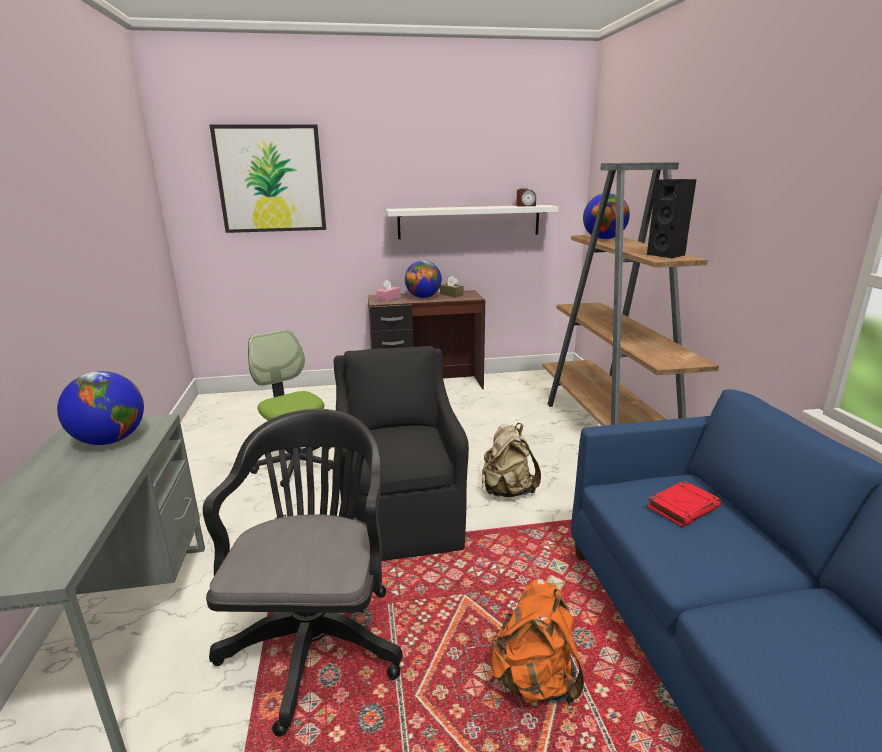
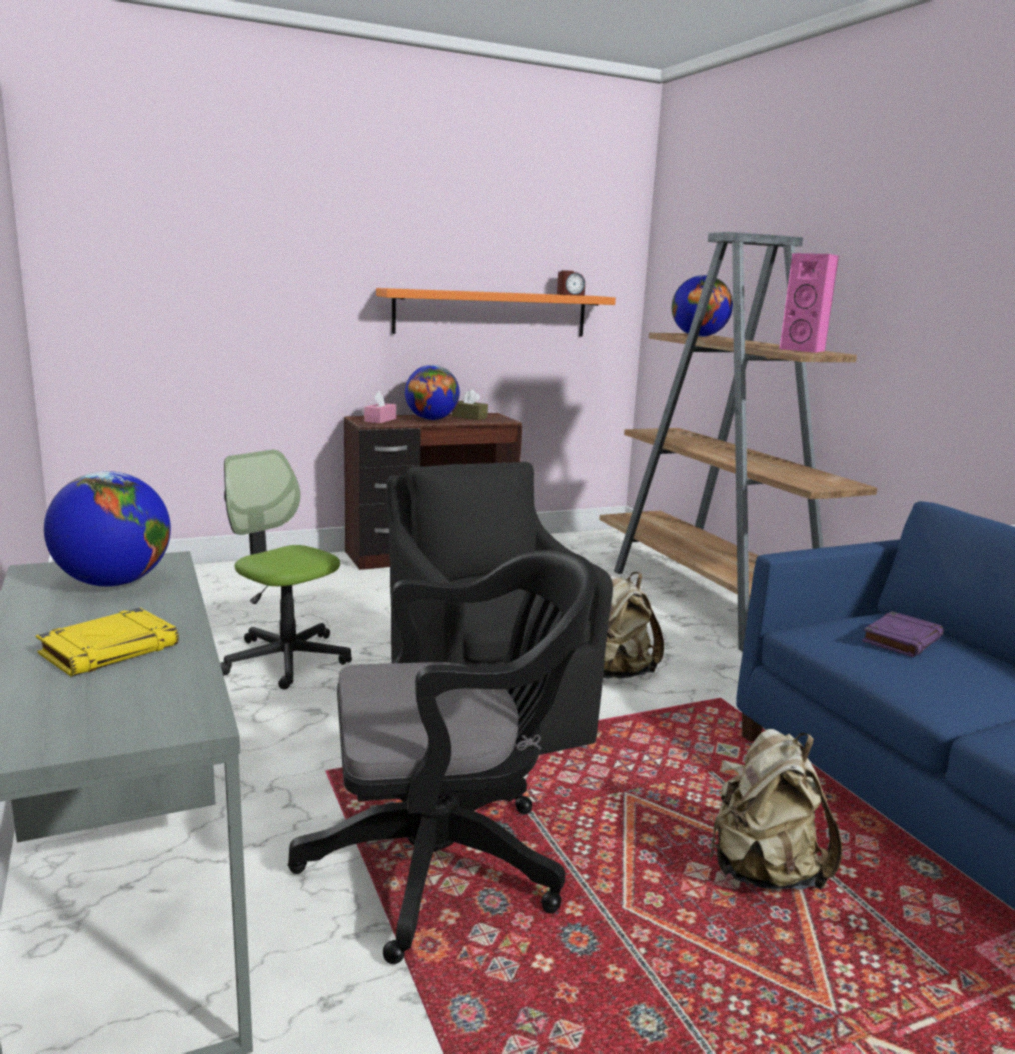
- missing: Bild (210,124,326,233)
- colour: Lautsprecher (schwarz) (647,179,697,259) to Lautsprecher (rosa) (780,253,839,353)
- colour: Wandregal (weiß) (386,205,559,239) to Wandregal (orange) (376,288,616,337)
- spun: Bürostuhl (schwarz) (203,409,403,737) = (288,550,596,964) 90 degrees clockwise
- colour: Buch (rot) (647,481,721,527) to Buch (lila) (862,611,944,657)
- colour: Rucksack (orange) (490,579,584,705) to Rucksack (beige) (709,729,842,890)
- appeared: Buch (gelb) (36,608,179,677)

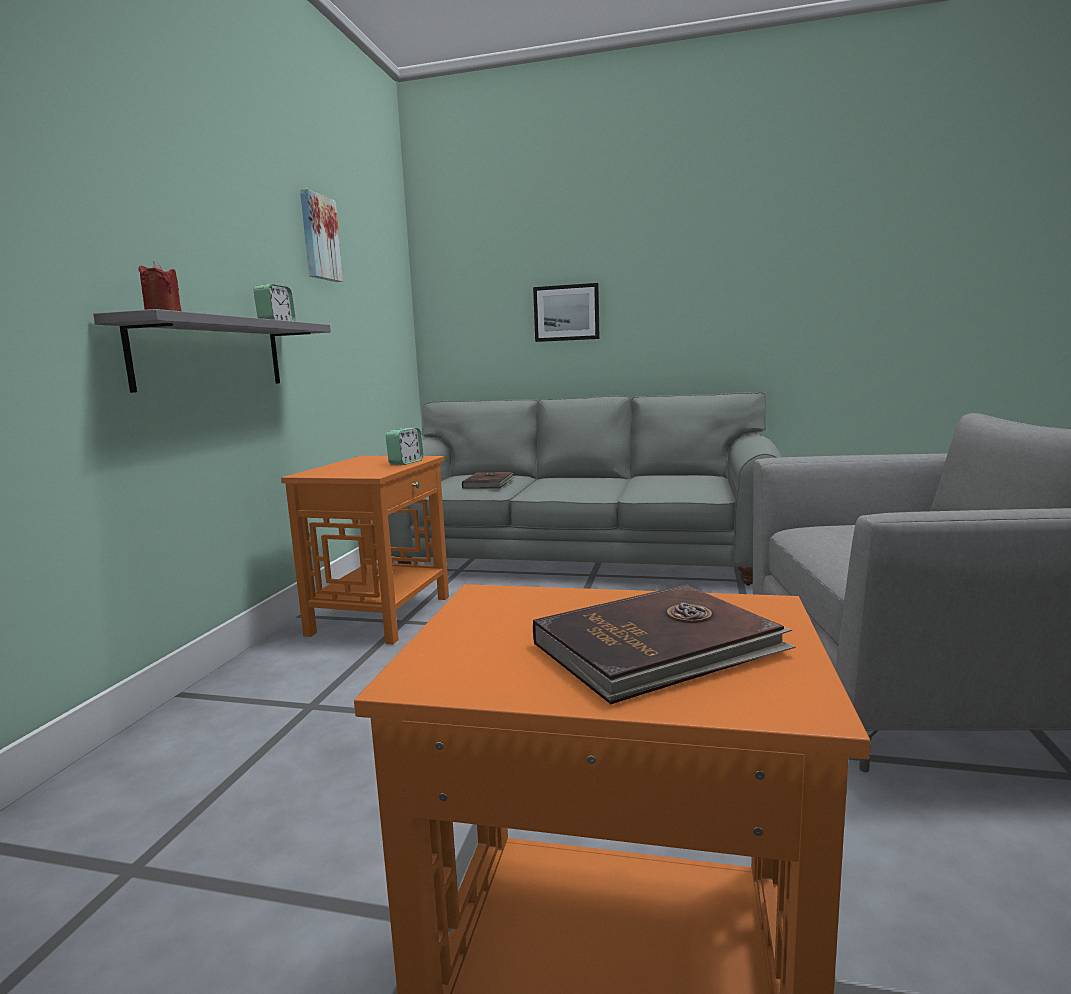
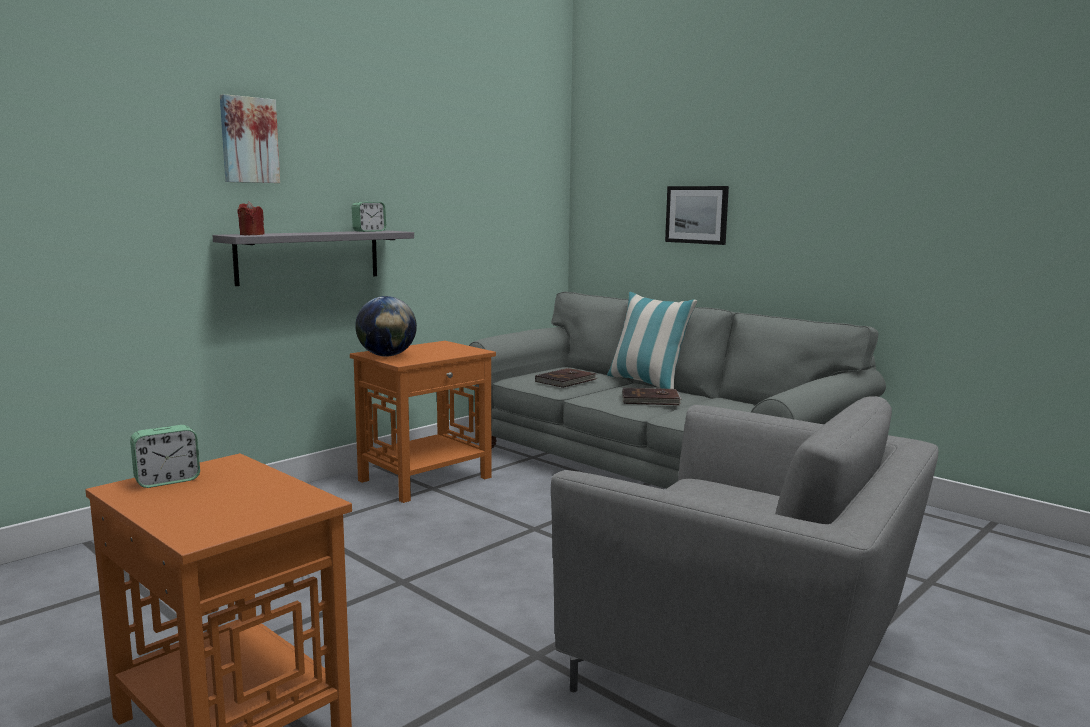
- relocated: Bild (300,189,343,282) to (220,94,280,183)
- relocated: Wecker (386,428,423,465) to (130,425,200,488)
- relocated: Buch (braun) (533,585,796,704) to (622,388,682,405)
- appeared: Kissen (607,292,697,389)
- appeared: Globus (355,296,417,357)

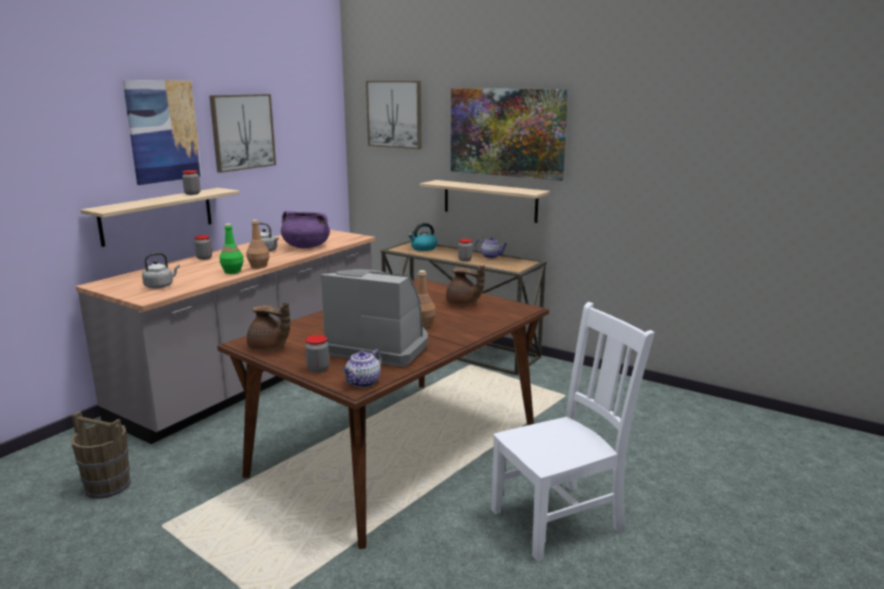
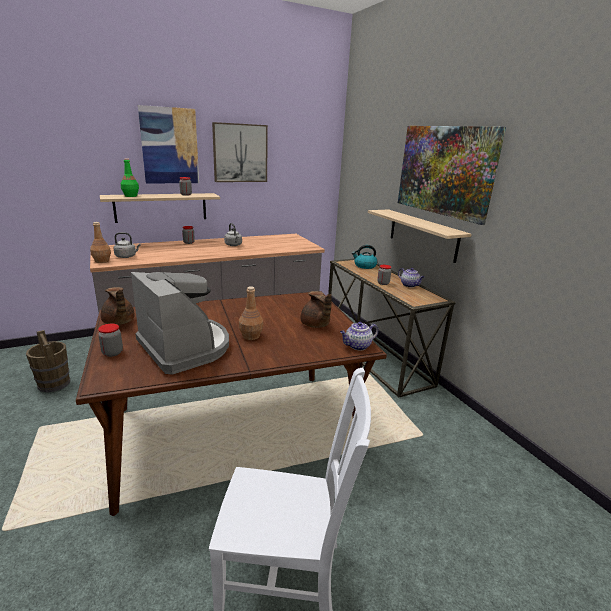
- missing: Bild (366,81,421,149)
- missing: Kochtopf (lila) (281,211,330,248)
- relocated: Flasche (braun) (246,220,270,269) to (90,222,111,263)
- relocated: Flasche (grün) (220,224,244,274) to (121,158,139,197)
- relocated: Teekanne (342,349,382,388) to (340,322,378,351)

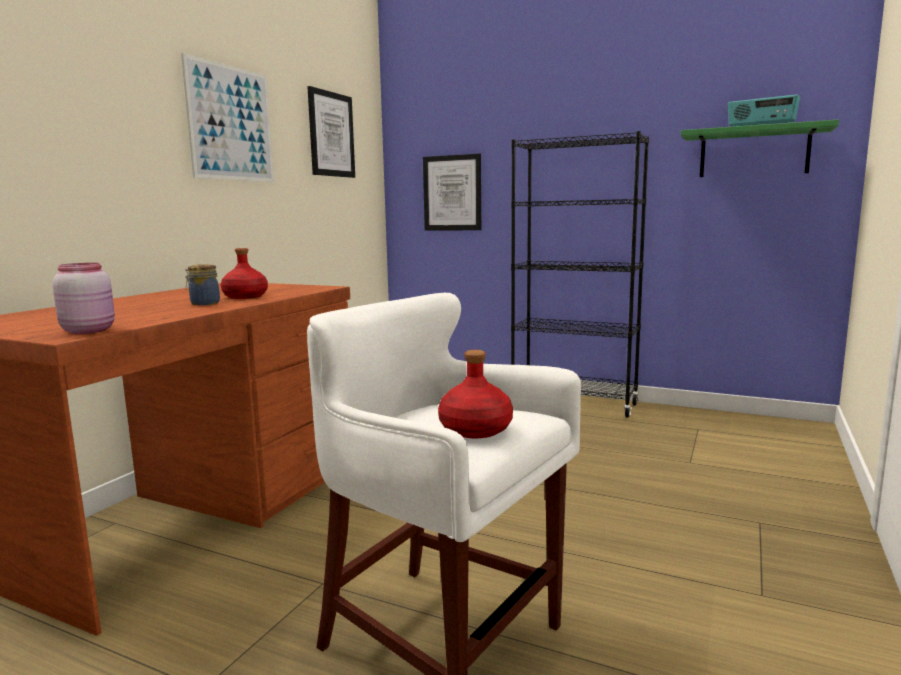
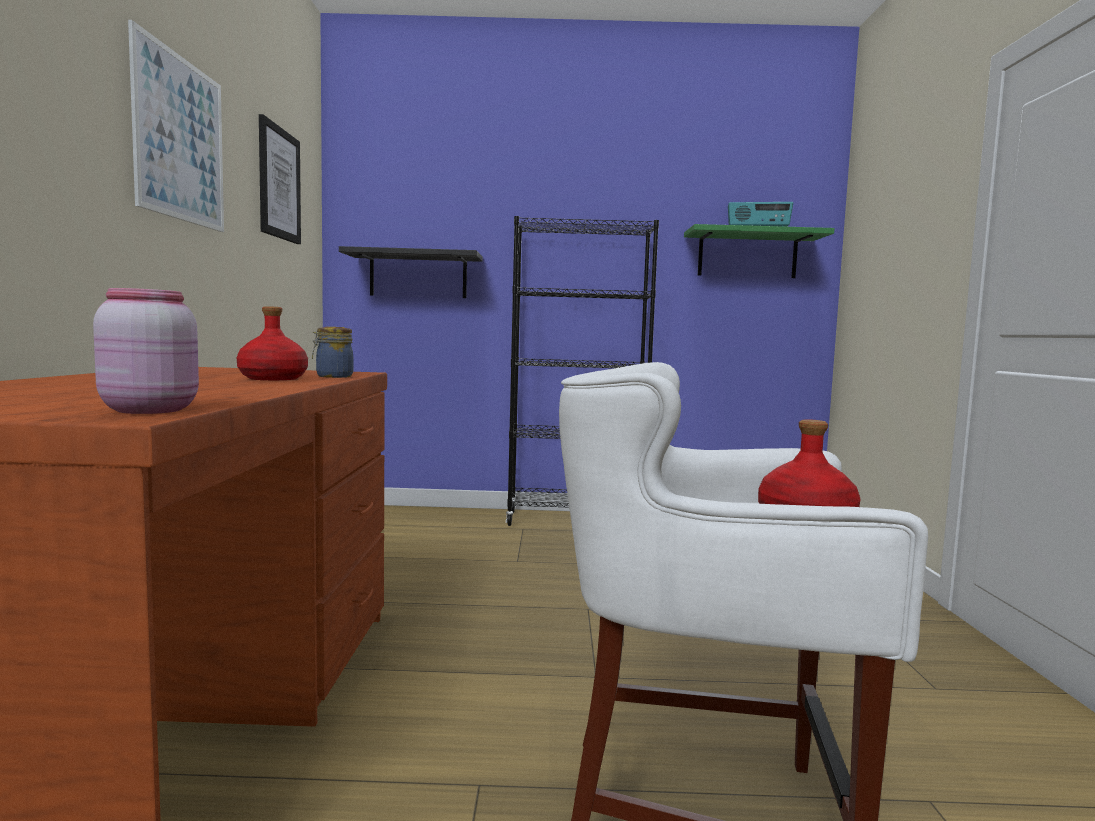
- exchanged: Bild (423,154,481,231) to Wandregal (schwarz) (339,246,483,298)
- relocated: Vorratsglas (185,264,220,305) to (312,327,354,378)

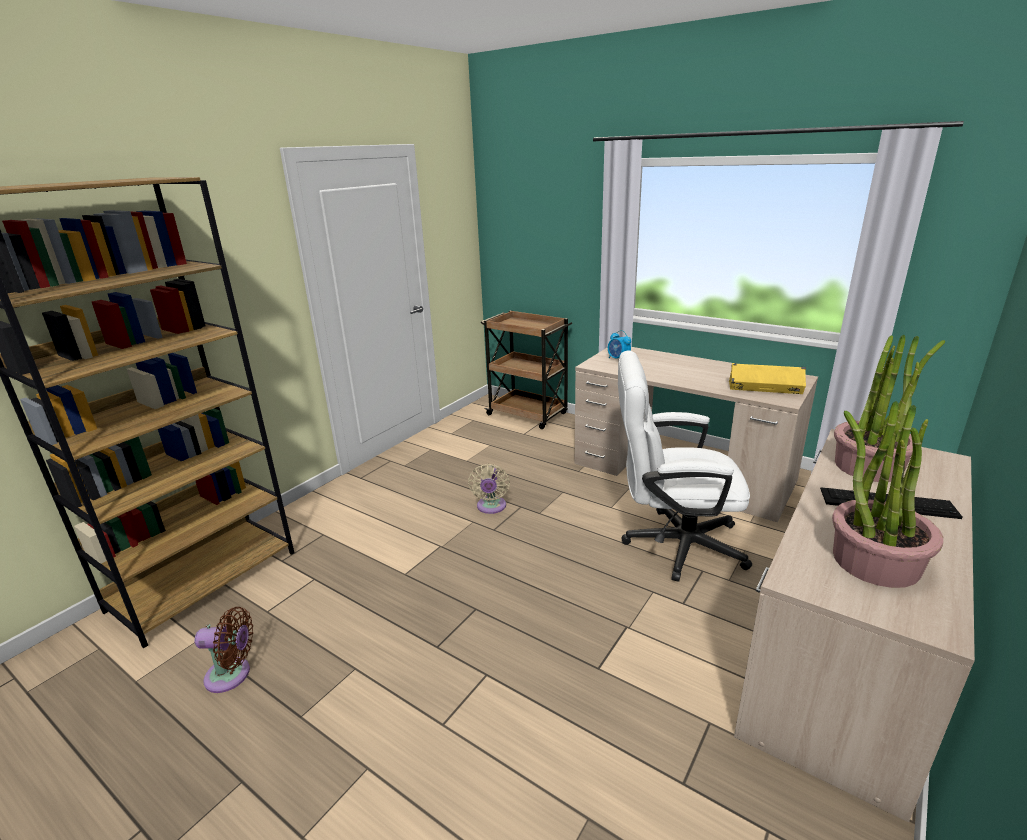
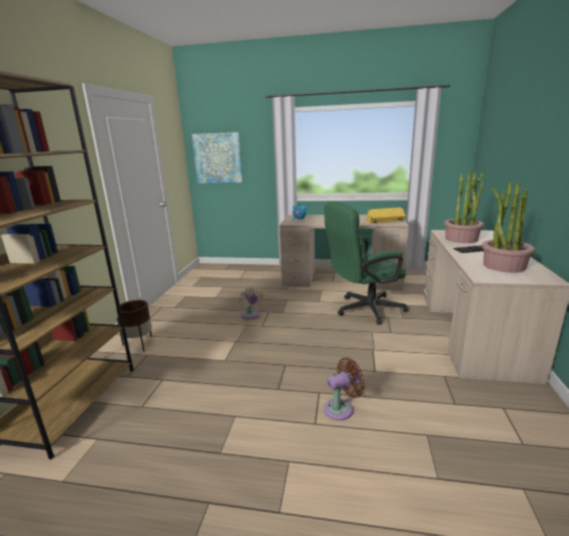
- missing: Rollwagen (braun) (481,310,572,429)
- colour: Bürostuhl (weiß) (618,350,752,582) to Bürostuhl (grün) (324,201,409,325)
- relocated: Ventilator (braun) (195,607,253,693) to (324,358,365,420)
- appeared: Bild (192,132,243,183)
- appeared: Pflanzkübel (braun) (116,300,152,351)

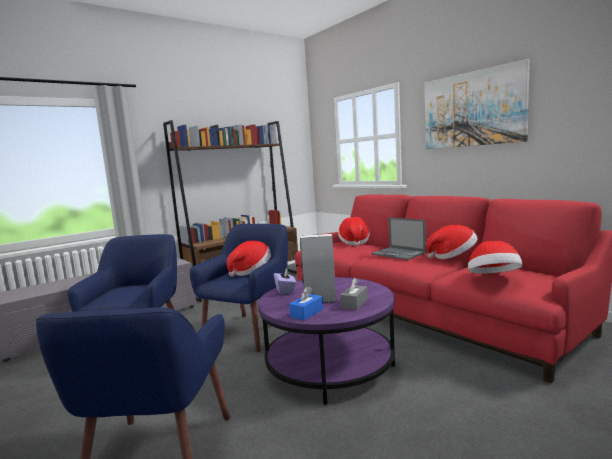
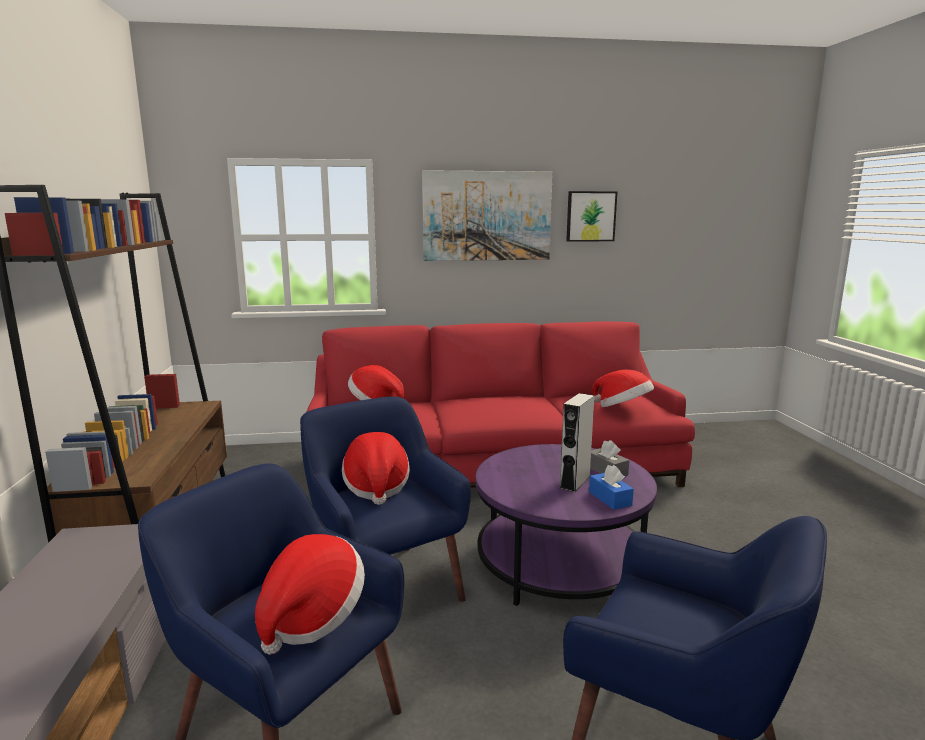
- missing: Laptop (371,217,426,260)
- relocated: Hut (426,225,477,259) to (255,534,365,655)
- missing: Taschentuchbox (lila) (274,268,296,295)
- appeared: Bild (566,191,617,242)

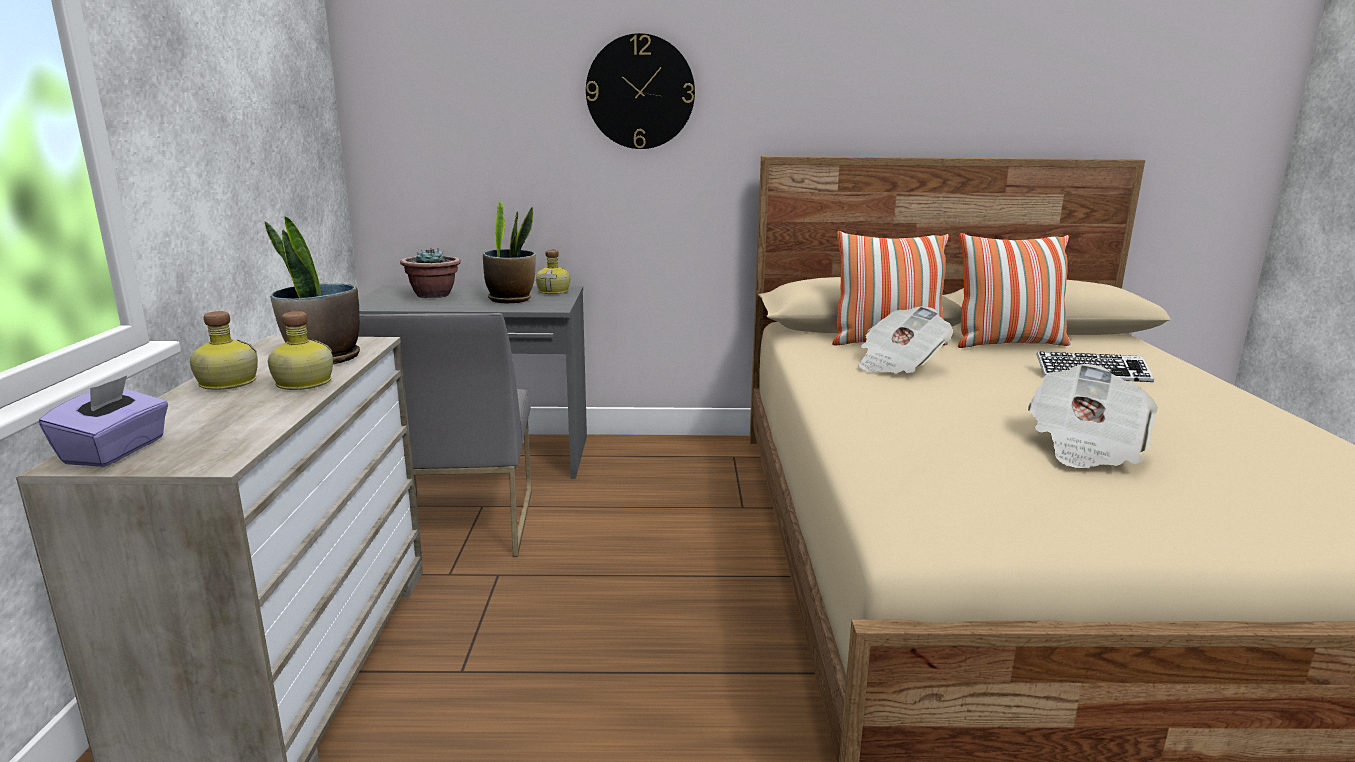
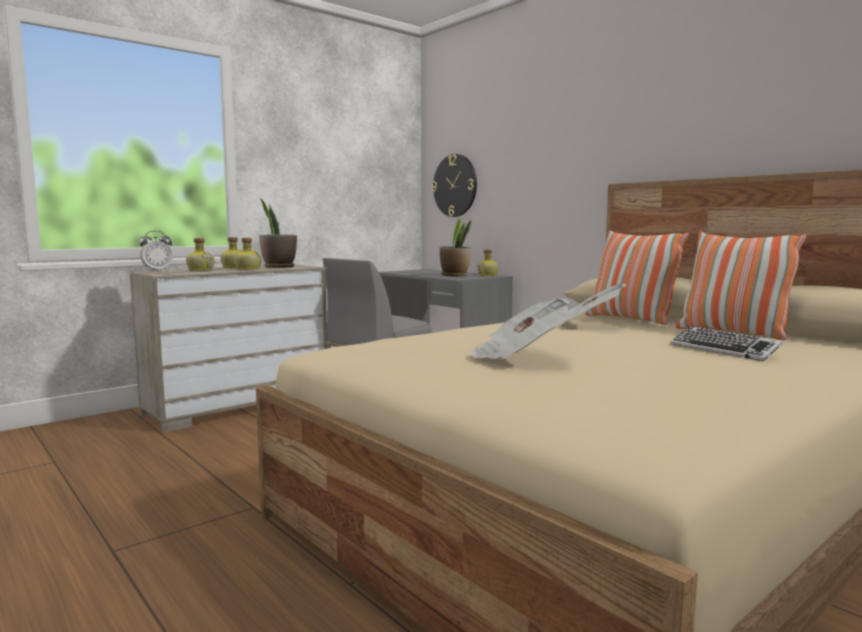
- relocated: Wanduhr (586,33,695,149) to (432,154,477,217)
- missing: Topfpflanze (400,247,461,298)
- exchanged: Taschentuchbox (lila) (39,376,168,467) to Wecker (139,231,173,272)
- appeared: Flasche (186,238,214,271)

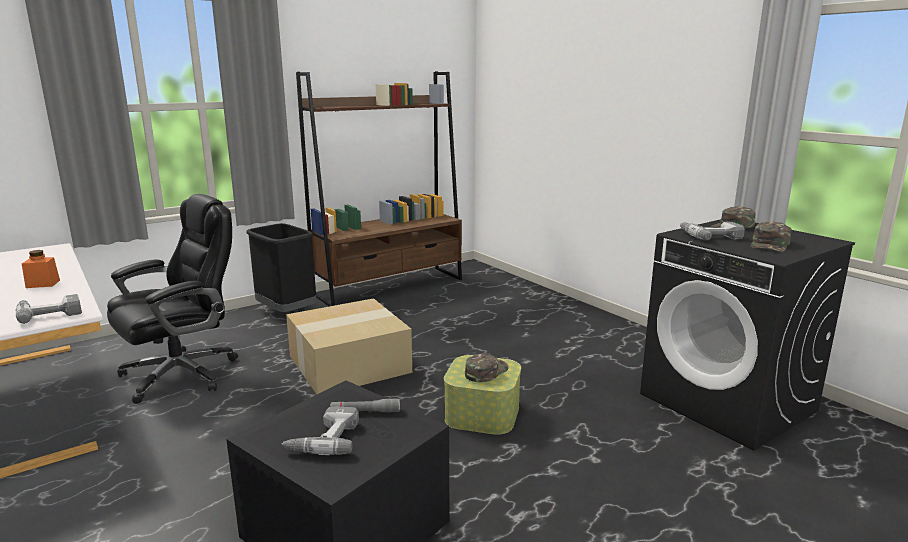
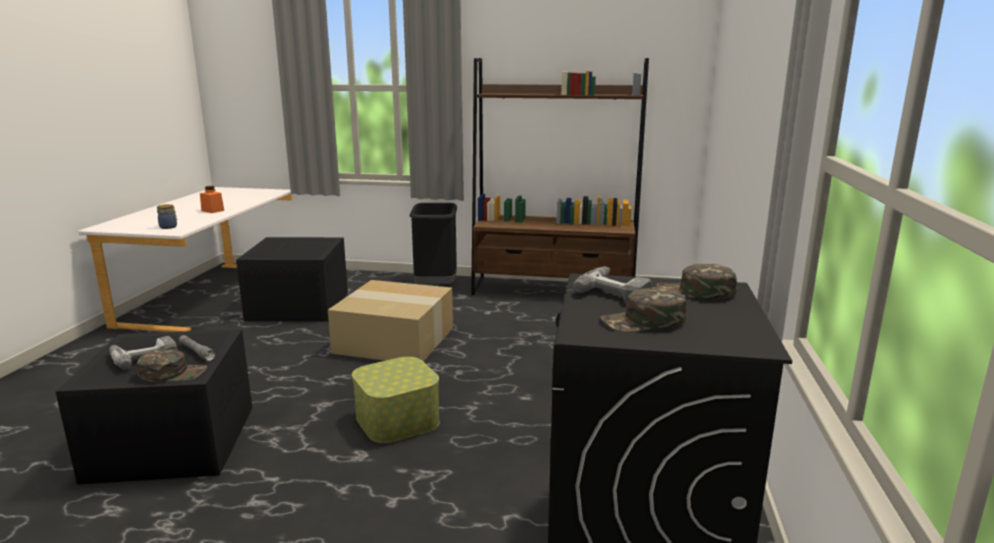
- exchanged: Bürostuhl (schwarz) (107,194,238,404) to Aufbewahrungsbox (schwarz) (236,237,348,322)
- exchanged: Bohrmaschine (15,294,82,324) to Vorratsglas (157,204,177,229)
- relocated: Kappe (grün) (465,353,509,382) to (137,349,207,382)

